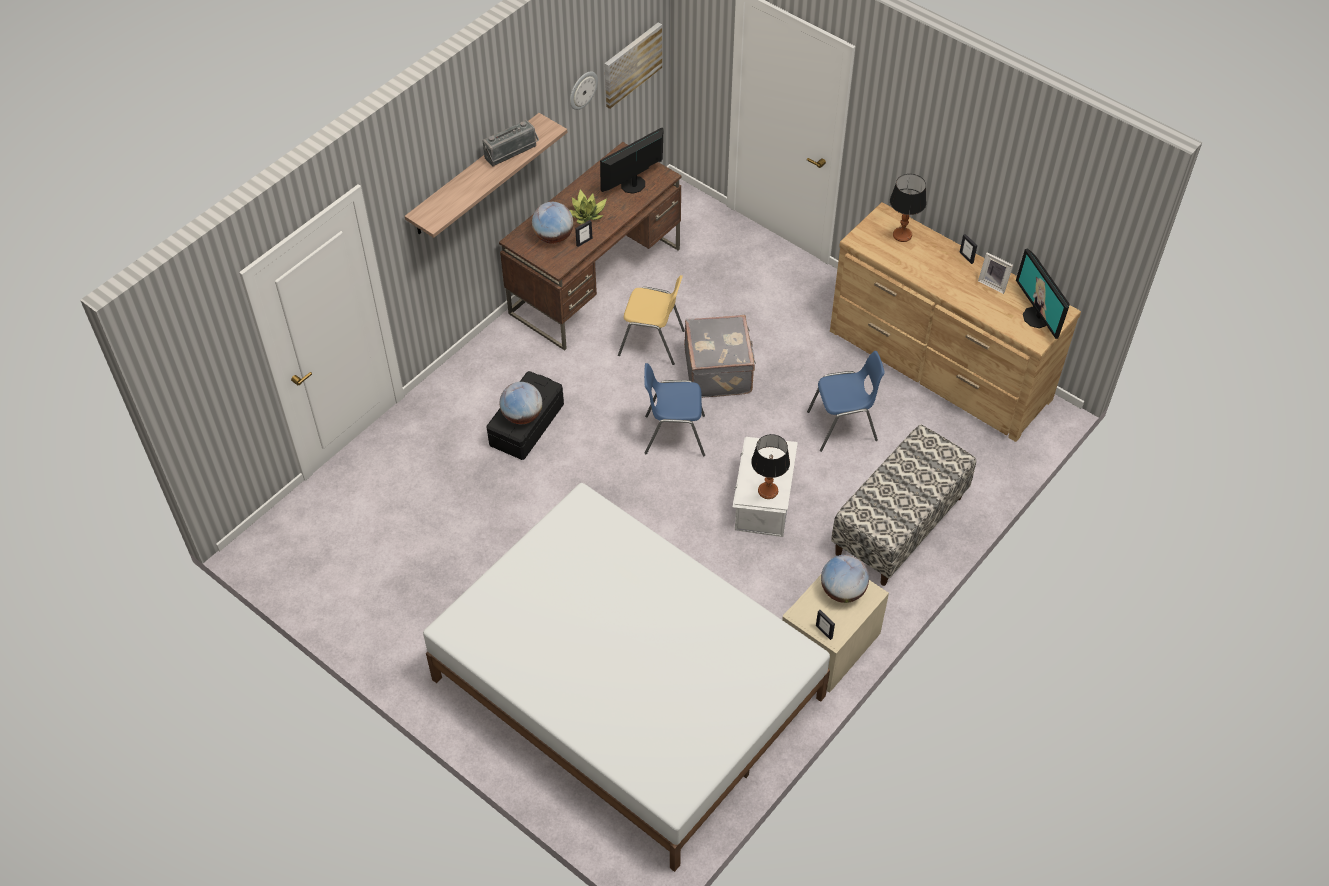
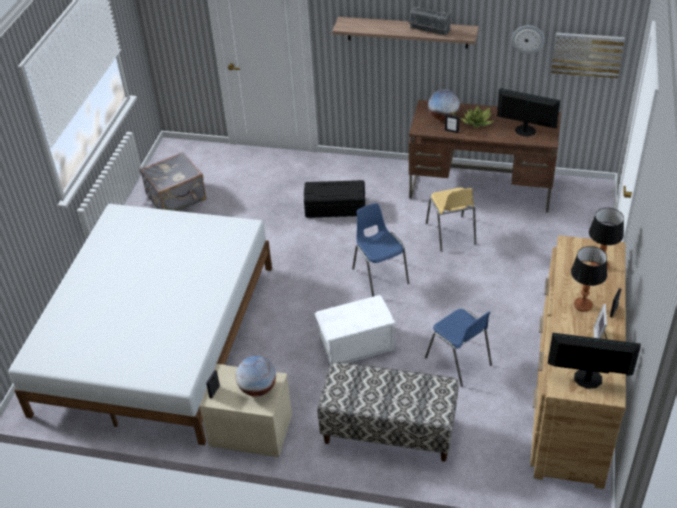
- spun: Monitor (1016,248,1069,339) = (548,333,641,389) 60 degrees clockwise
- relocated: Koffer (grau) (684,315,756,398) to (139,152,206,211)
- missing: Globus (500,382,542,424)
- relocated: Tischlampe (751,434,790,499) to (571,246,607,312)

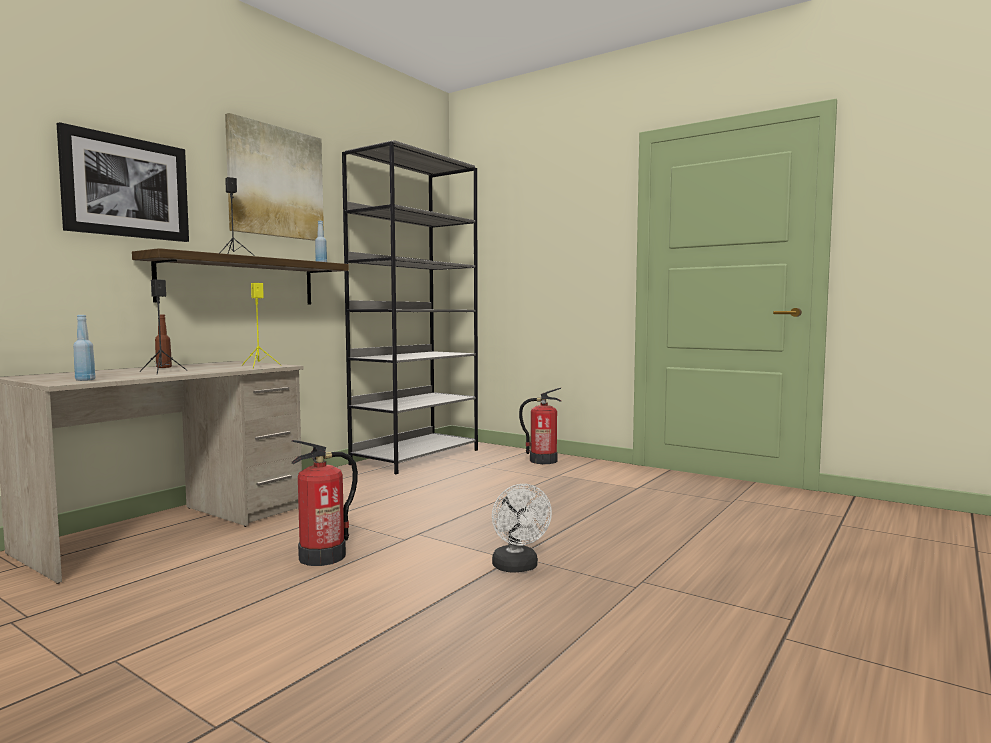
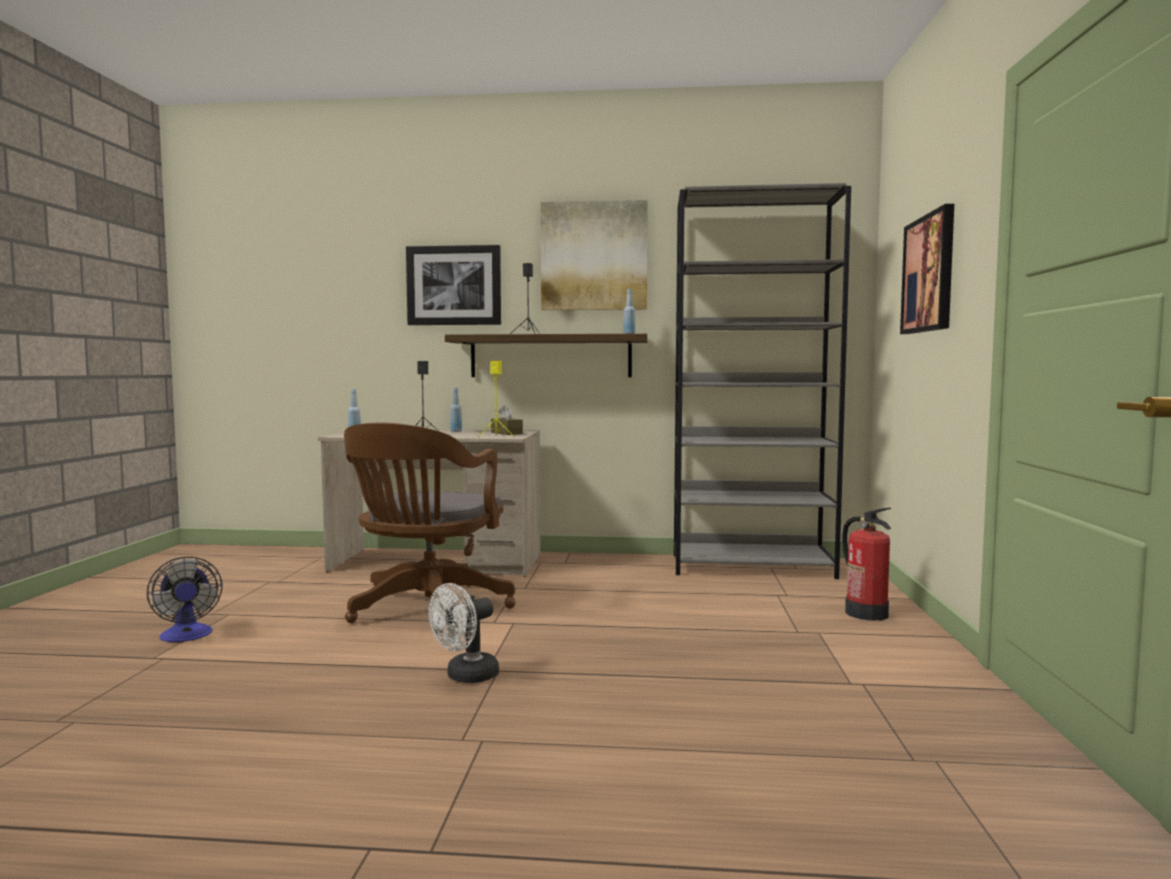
- colour: Flasche (braun) (155,315,172,368) to Flasche (blau) (450,388,462,432)
- exchanged: Feuerlöscher (292,440,358,566) to Bürostuhl (braun) (344,423,516,635)
- appeared: Bild (900,204,954,334)
- appeared: Taschentuchbox (braun) (491,405,523,435)
- appeared: Ventilator (147,556,223,642)

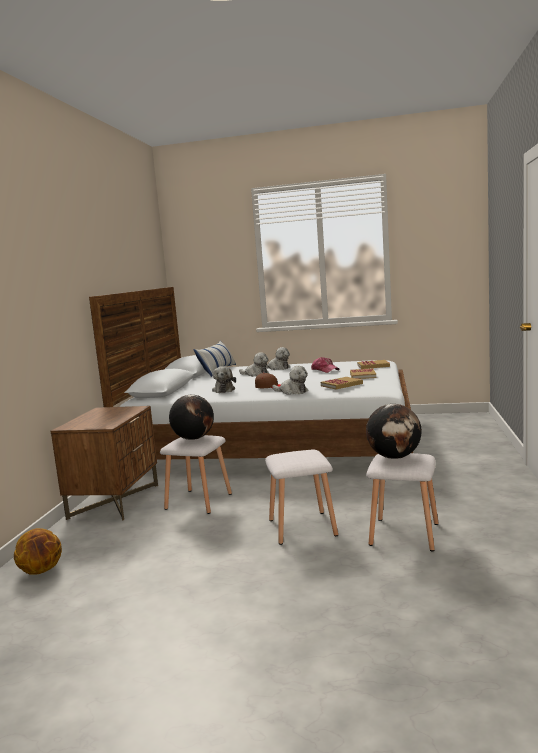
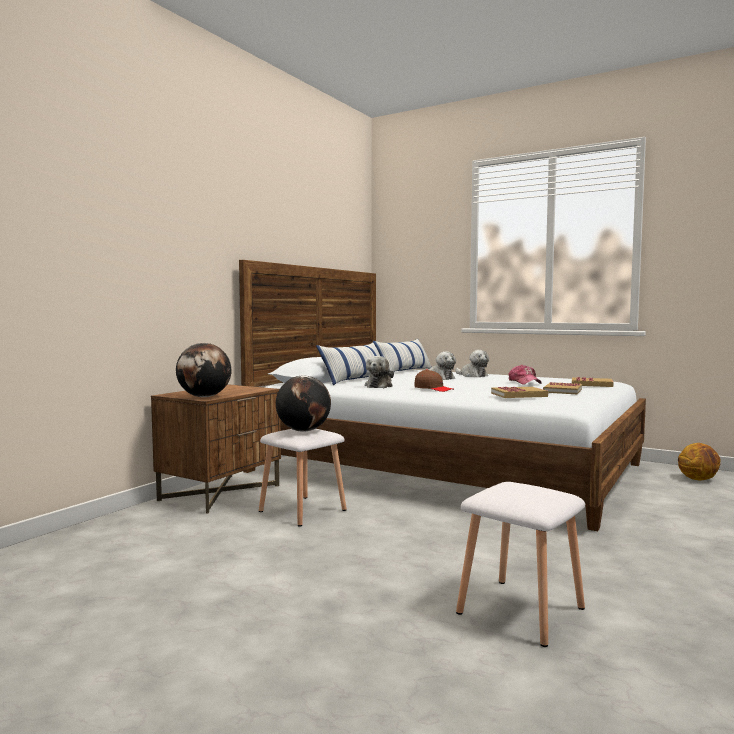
- missing: Plüschtier (272,366,308,395)
- relocated: Globus (366,404,422,459) to (176,343,232,397)
- missing: Hocker (weiß) (265,450,338,545)
- relocated: Basketball (14,528,62,575) to (678,443,721,480)
- appeared: Kissen (316,342,380,385)

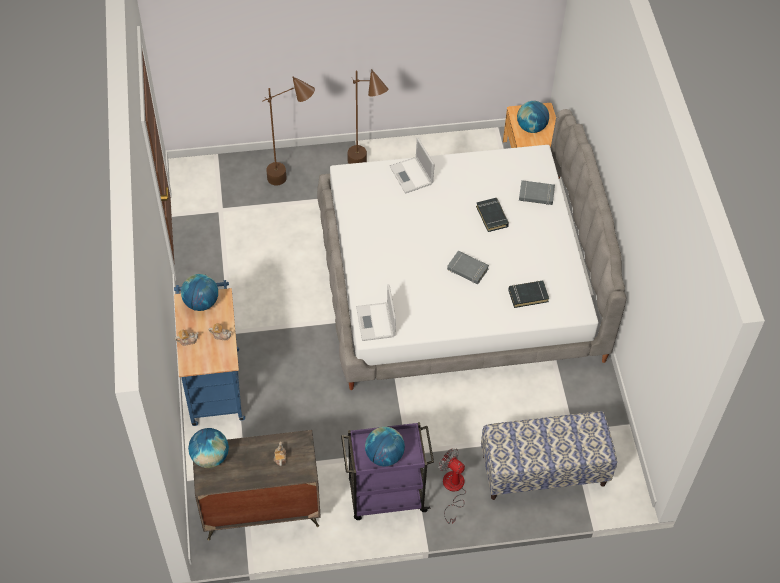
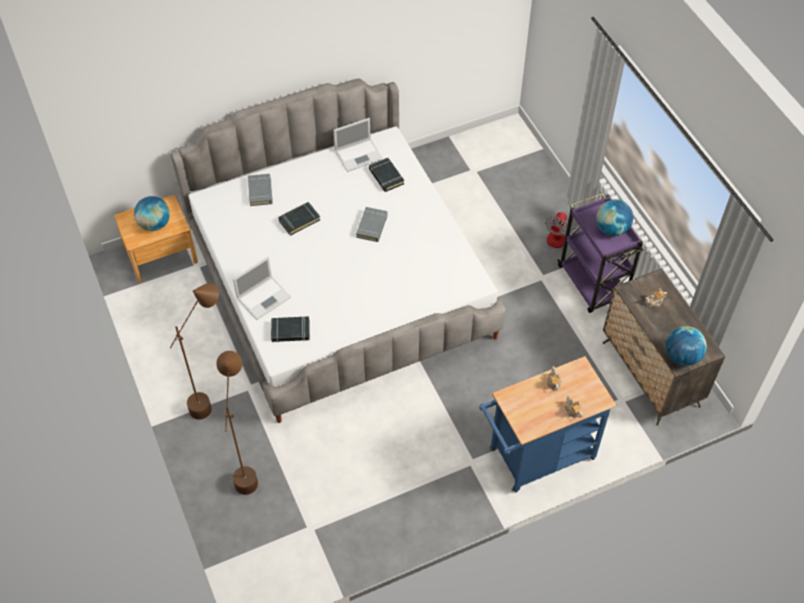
- missing: Globus (181,274,218,311)
- relocated: Laptop (356,284,396,341) to (334,118,383,172)
- missing: Bank (481,411,617,500)
- appeared: Buch (schwarz) (271,316,310,342)

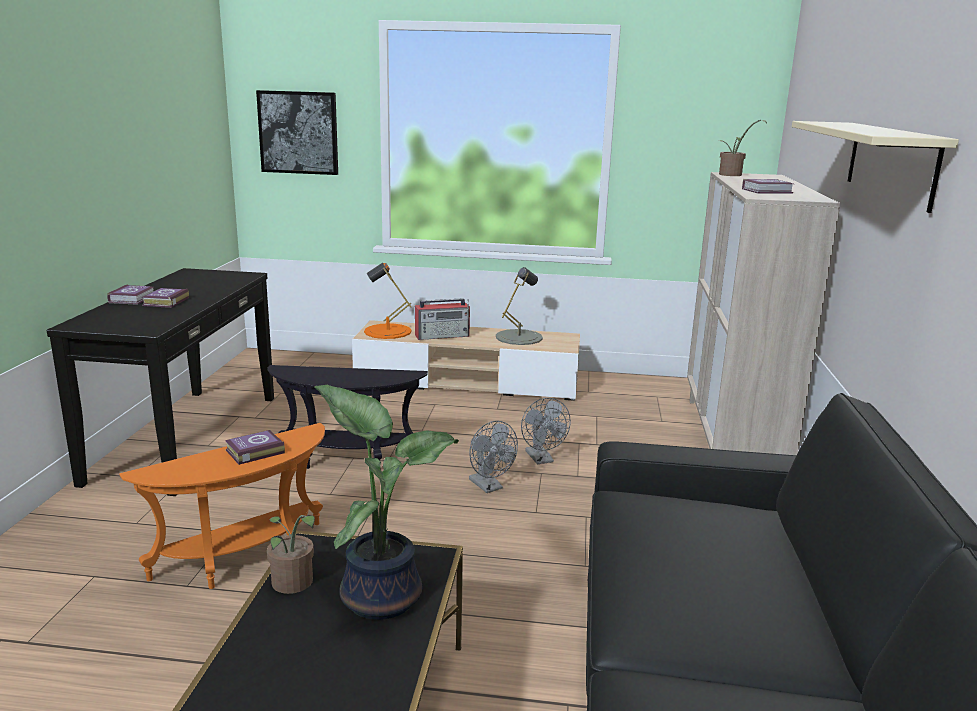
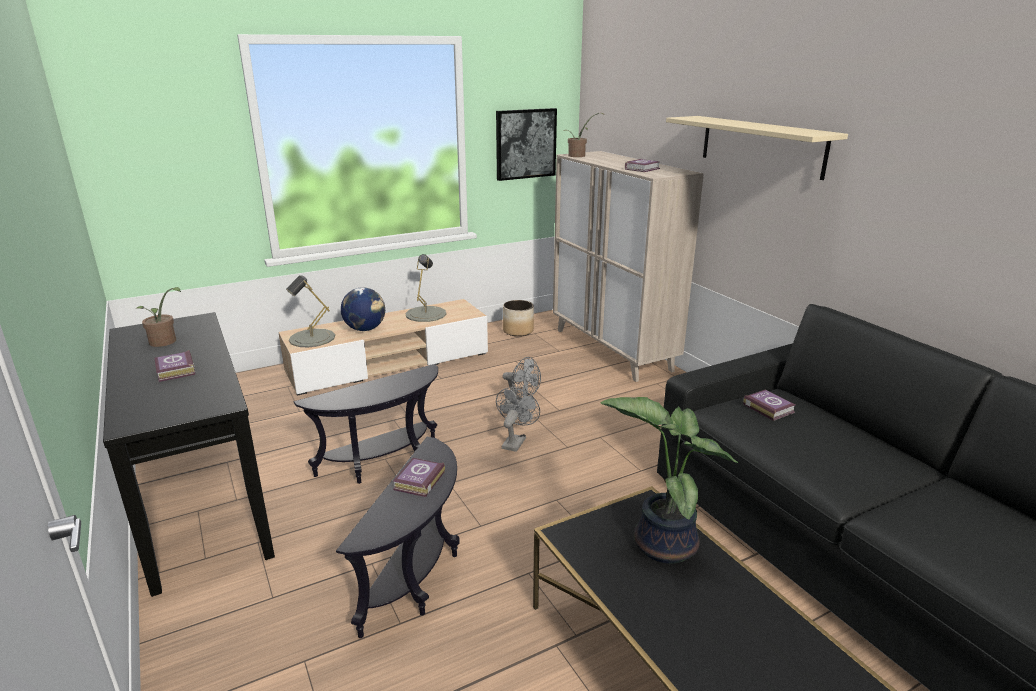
- relocated: Bild (256,90,338,175) to (496,108,557,181)
- colour: Tischlampe (orange) (364,263,412,339) to Tischlampe (grau) (286,275,335,348)
- relocated: Buch (107,285,154,305) to (743,389,795,421)
- exchanged: Radio (415,298,470,340) to Globus (341,287,385,331)
- spun: Ventilator (grau) (469,421,518,493) = (496,387,540,452) 90 degrees counterclockwise
- colour: Beistelltisch (orange) (119,423,325,589) to Beistelltisch (schwarz) (336,437,460,638)
- relocated: Topfpflanze (267,515,315,594) to (135,287,181,347)
- appeared: Pflanzkübel (503,300,534,336)

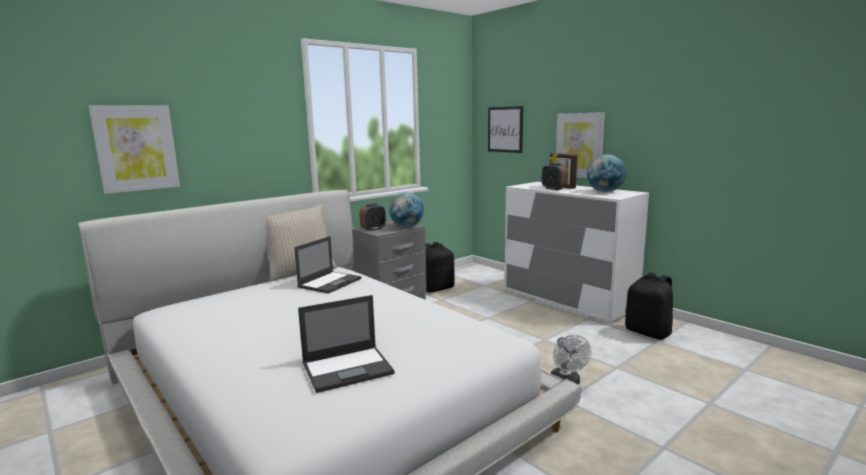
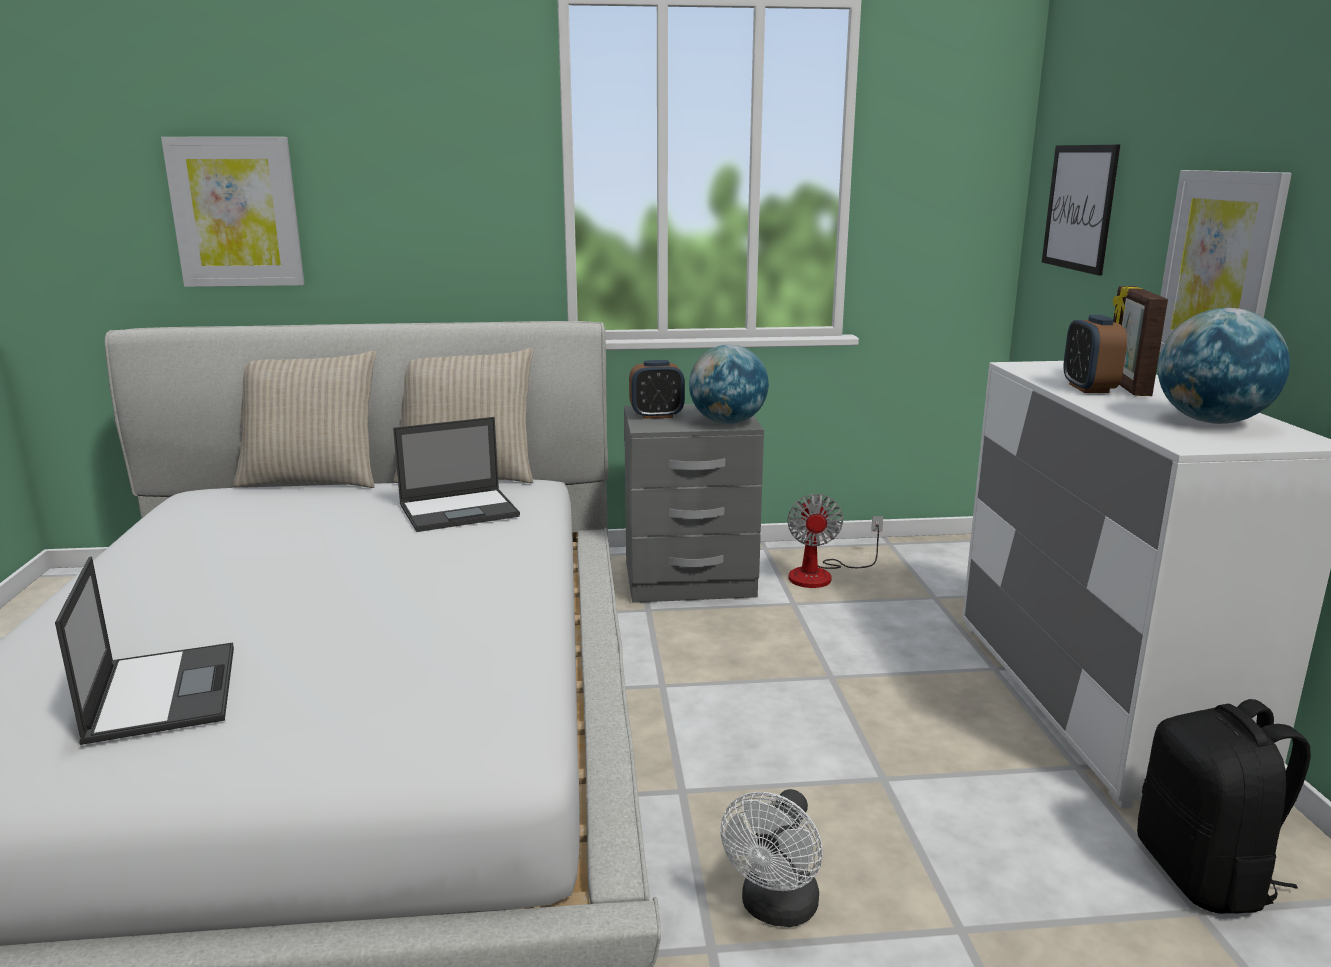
- exchanged: Rucksack (schwarz) (425,242,455,293) to Ventilator (787,494,883,588)
- spun: Laptop (298,295,395,393) = (55,556,234,745) 120 degrees counterclockwise
- appeared: Kissen (beige) (233,351,377,488)

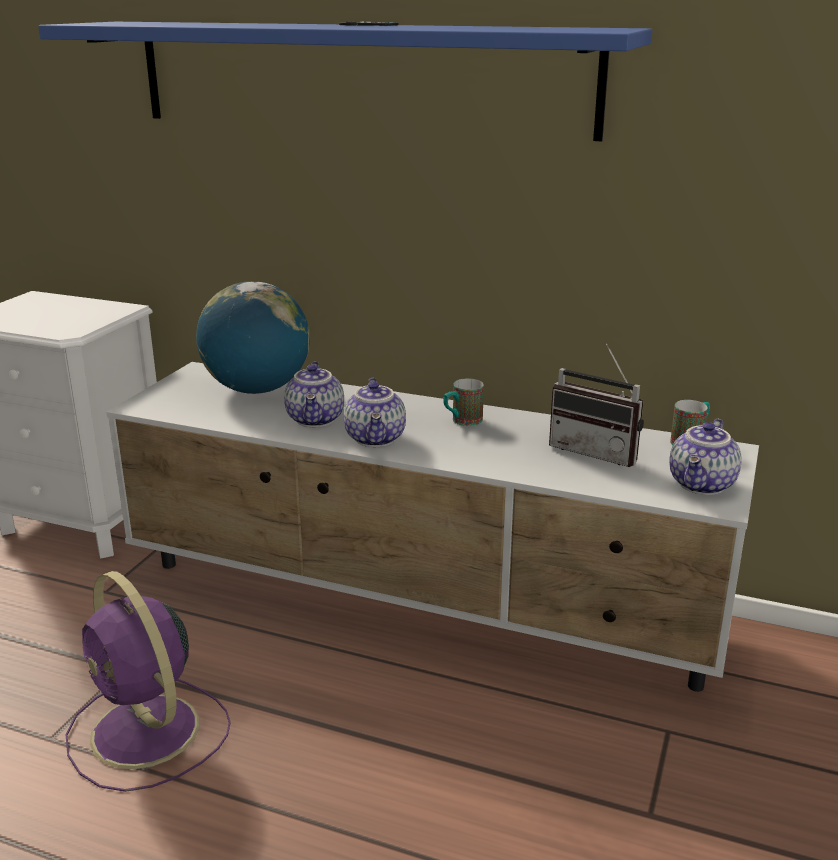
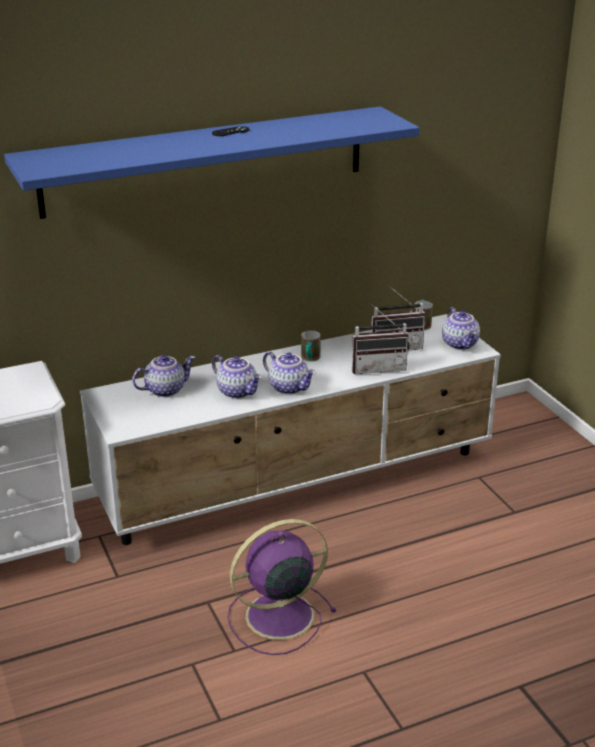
- exchanged: Globus (196,281,310,394) to Teekanne (132,355,195,397)
- spun: Ventilator (lila) (66,571,231,792) = (228,519,336,655) 150 degrees clockwise
- appeared: Radio (352,304,410,374)

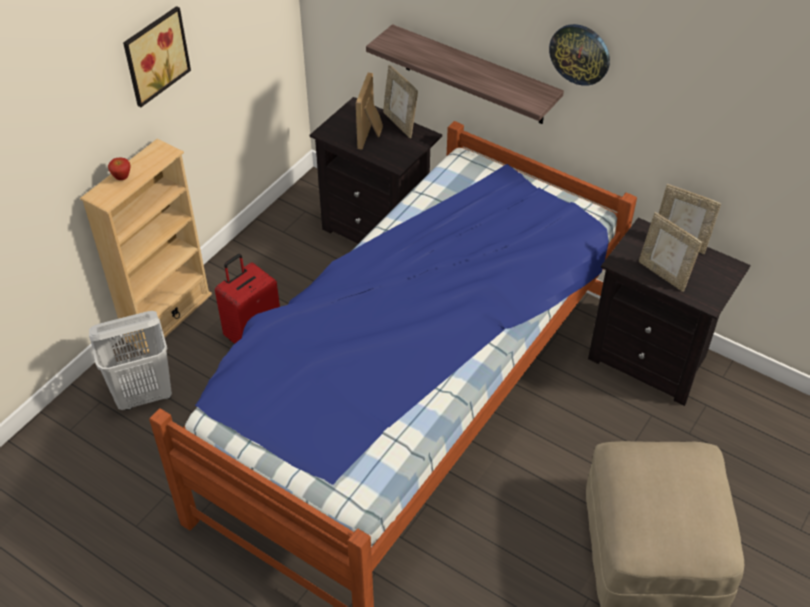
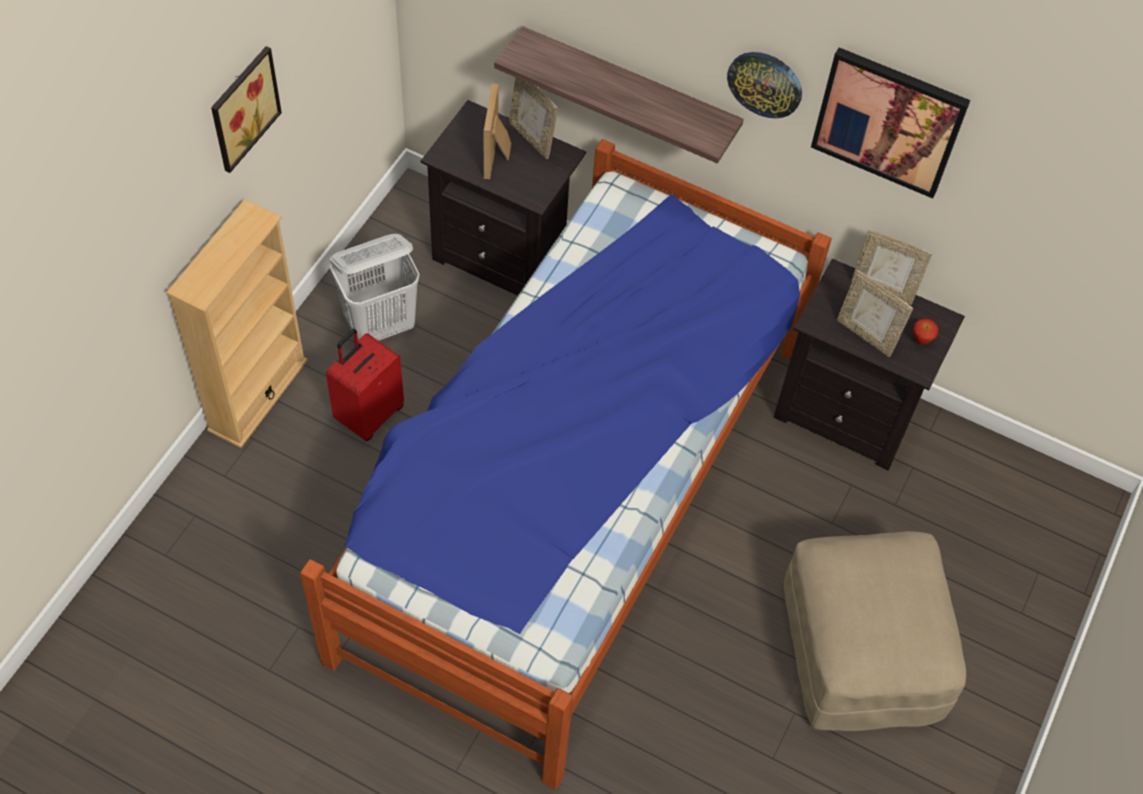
- relocated: Apfel (108,158,130,180) to (913,319,938,345)
- relocated: Wäschekorb (weiß) (89,311,172,410) to (330,234,420,341)
- appeared: Bild (811,48,970,198)

